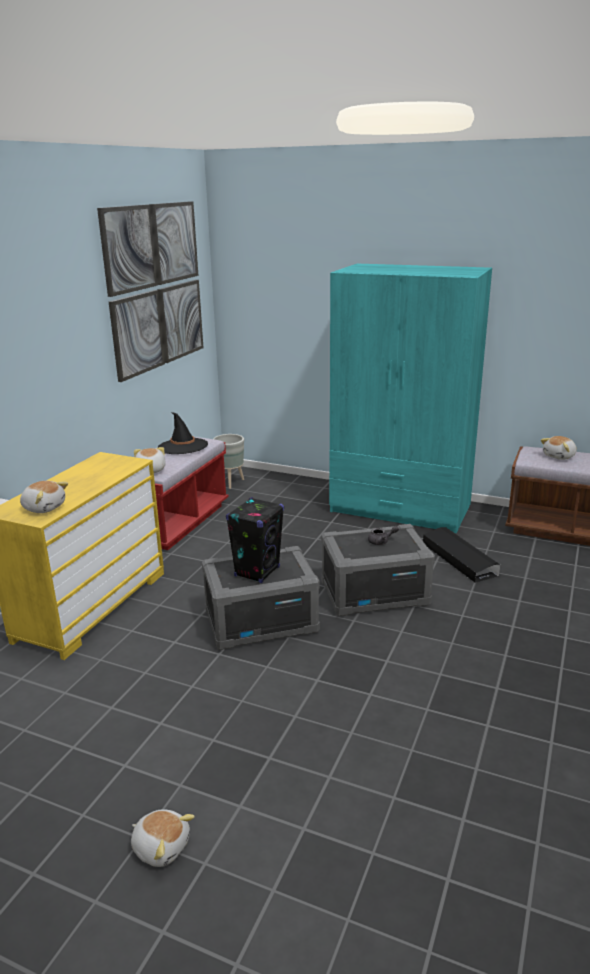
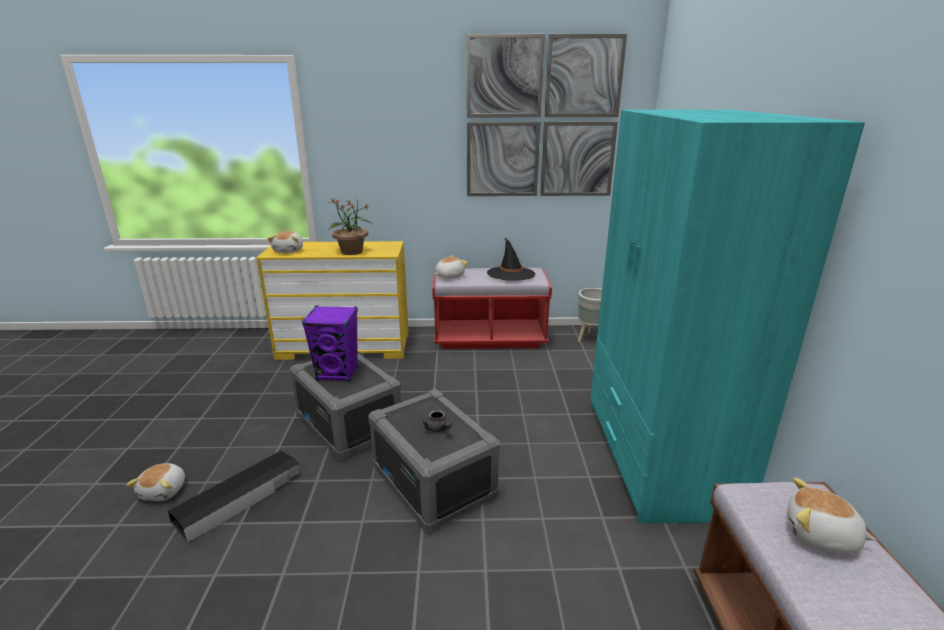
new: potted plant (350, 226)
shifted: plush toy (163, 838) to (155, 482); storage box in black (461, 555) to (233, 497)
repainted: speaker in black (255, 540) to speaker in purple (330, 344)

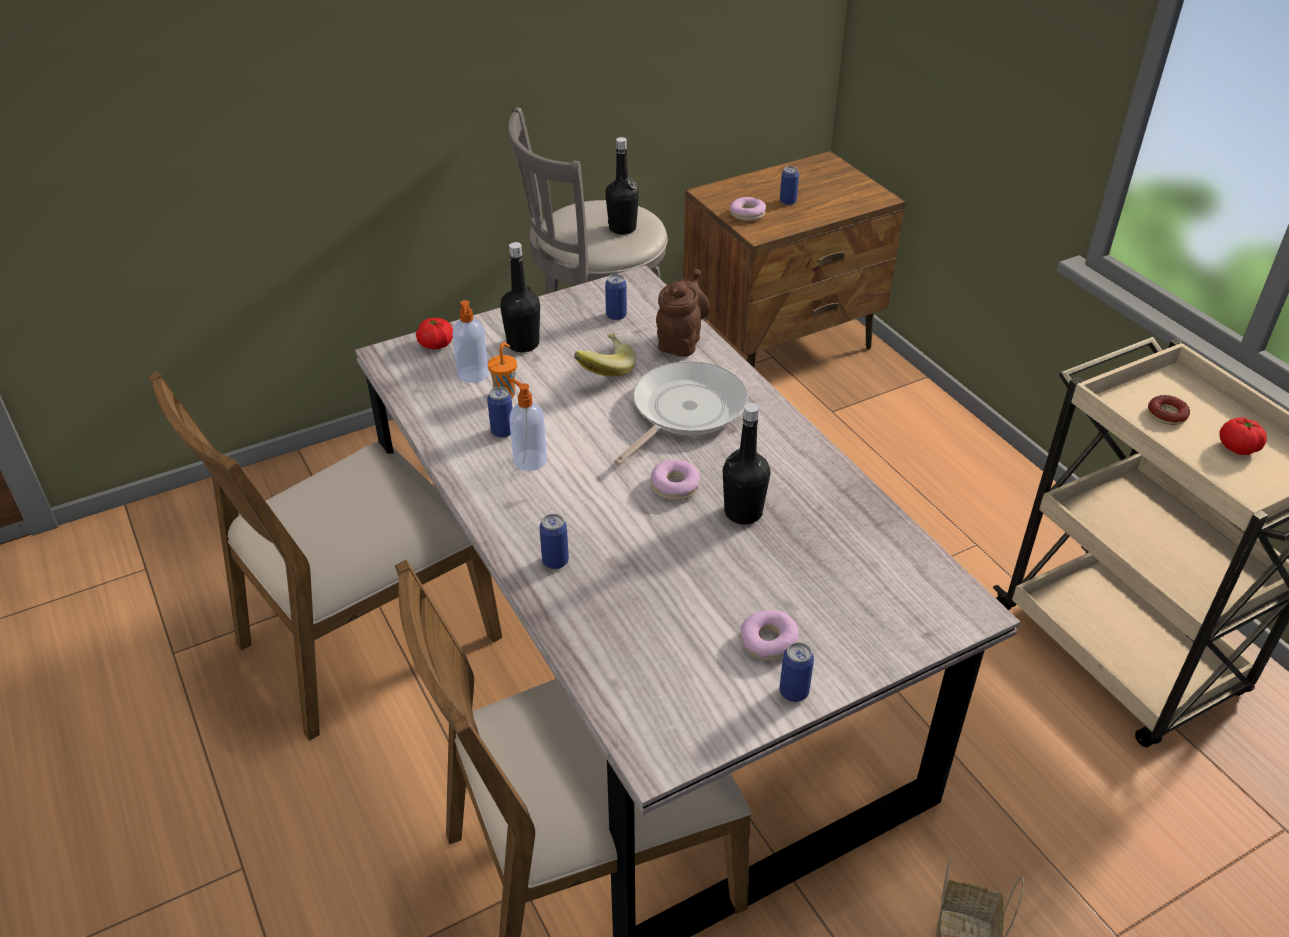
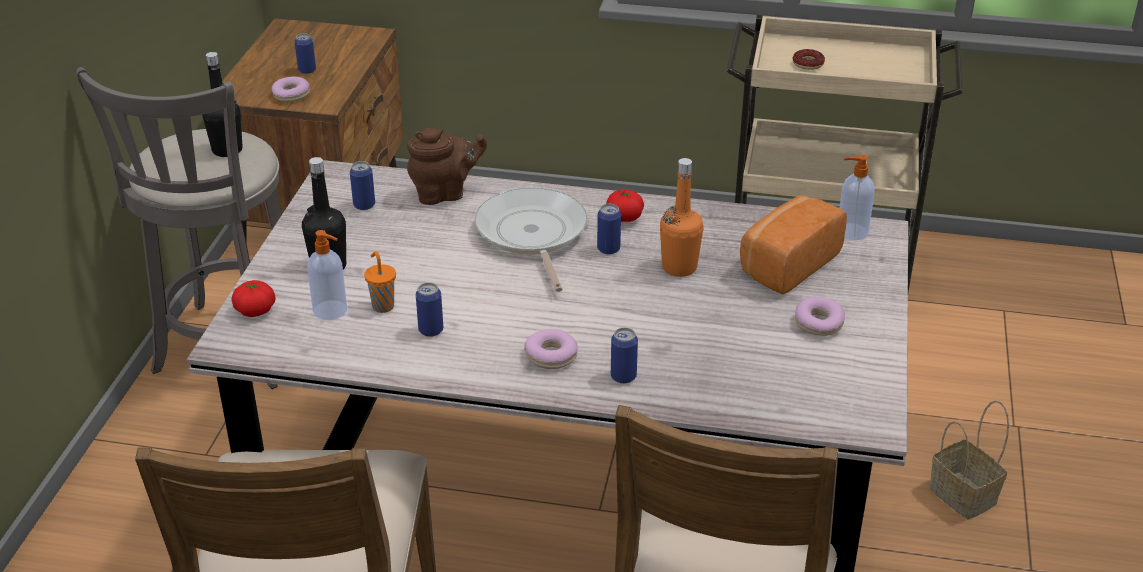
gone: banana (605, 355)
new: bread (793, 244)
shifted: soap dispenser (528, 424) to (857, 197); donut (675, 480) to (551, 349); can (796, 672) to (609, 229); tomato (1243, 436) to (625, 205)
repainted: bottle in black (746, 464) to bottle in orange (682, 217)
rotated: teapot in brown (683, 313) = (447, 166) 105 degrees clockwise

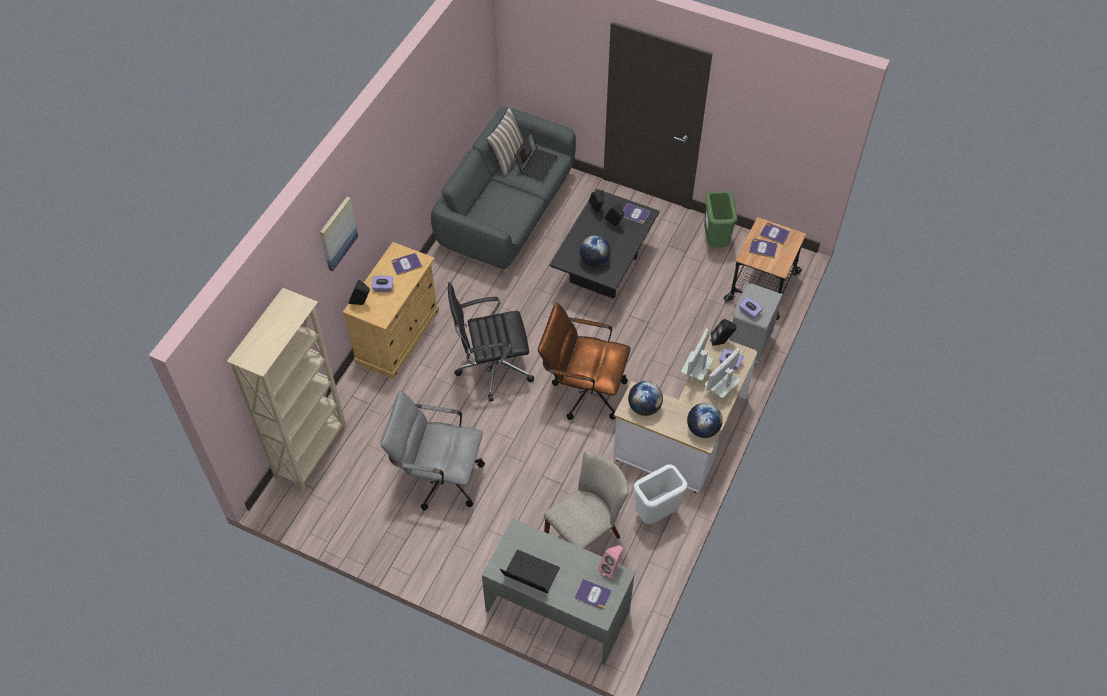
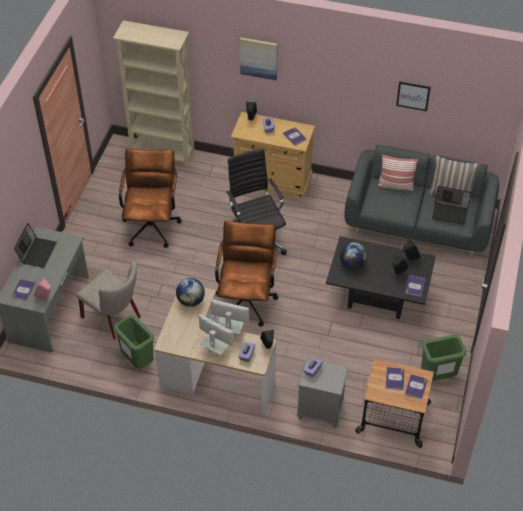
gone: globe (705, 420)
new: pillow (398, 172); picture (413, 96)
repainted: office chair in grey (432, 450) to office chair in brown (150, 198); trash can in white (660, 494) to trash can in green (134, 342)

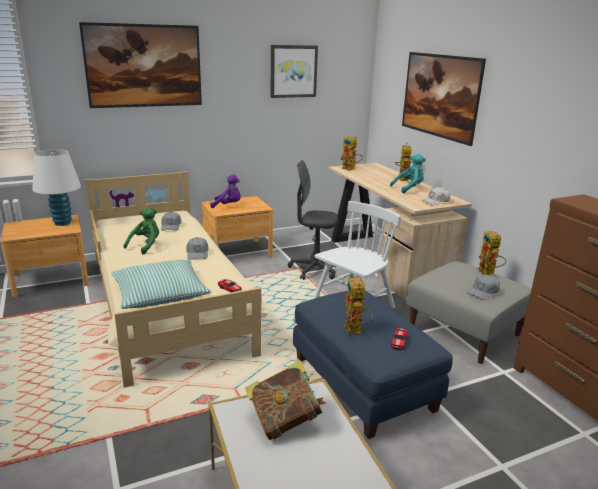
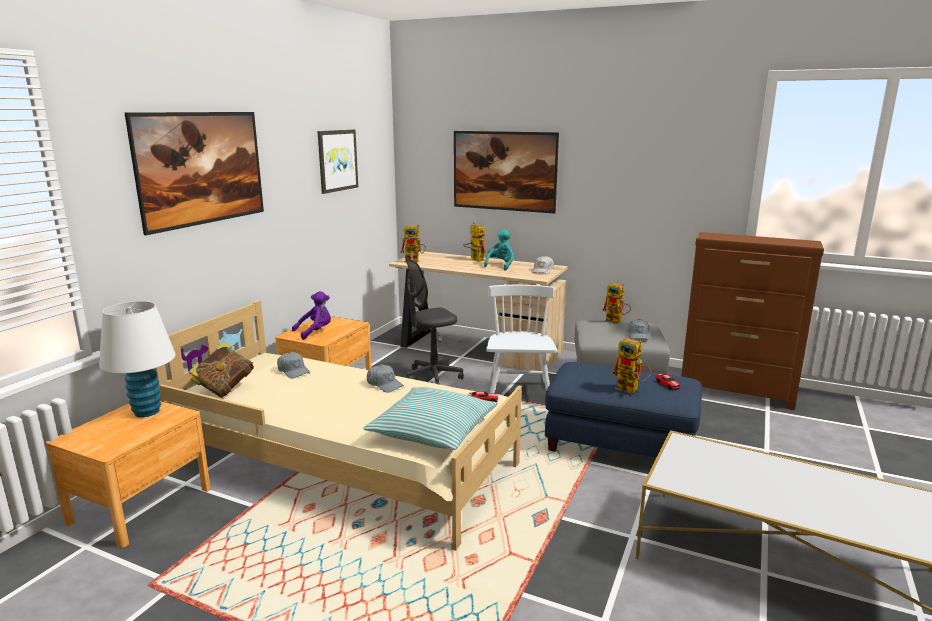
gone: plush toy in green (141, 231)
shifted: book (285, 400) to (221, 370)

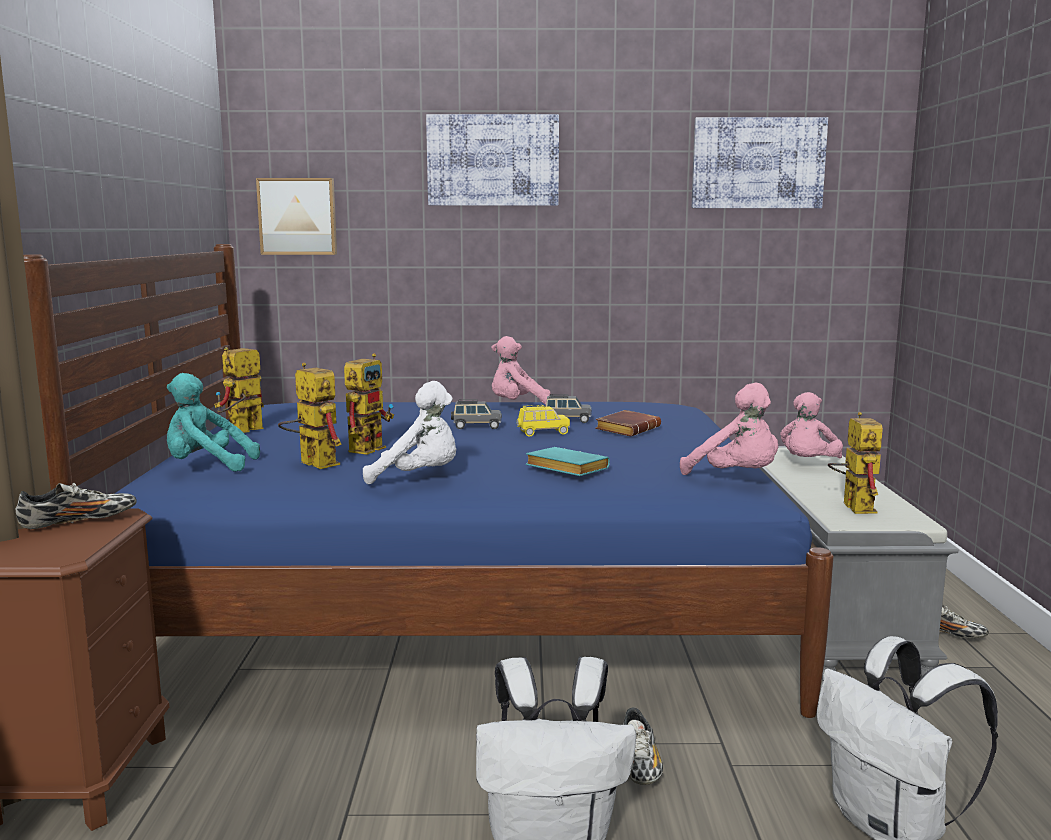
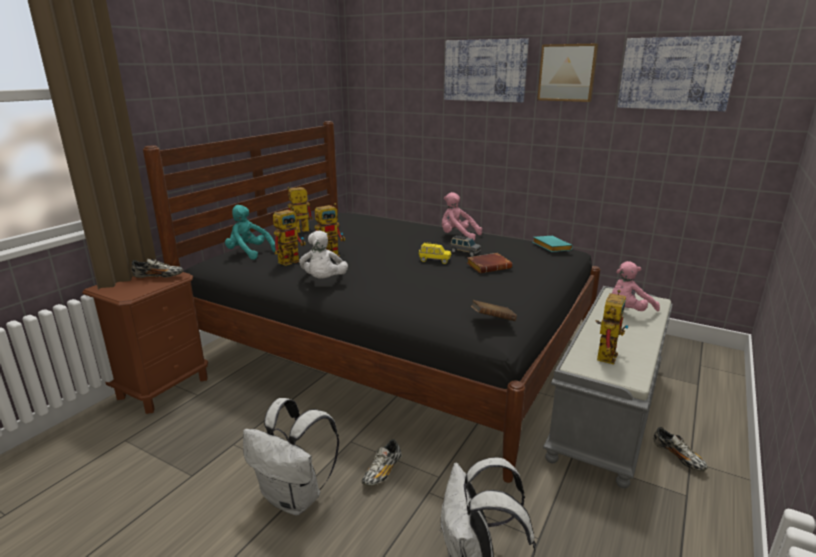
gone: toy car in grey (476, 414)
shifted: picture (296, 216) to (567, 73); book in turquoise (568, 461) to (553, 244)
swapped: plush toy in pink (729, 429) to book in brown (494, 310)
repainted: bed in blue (429, 481) to bed in black (371, 302)
rotated: toy robot (310, 415) = (289, 236) 60 degrees clockwise; plush toy in white (409, 432) = (323, 254) 45 degrees clockwise

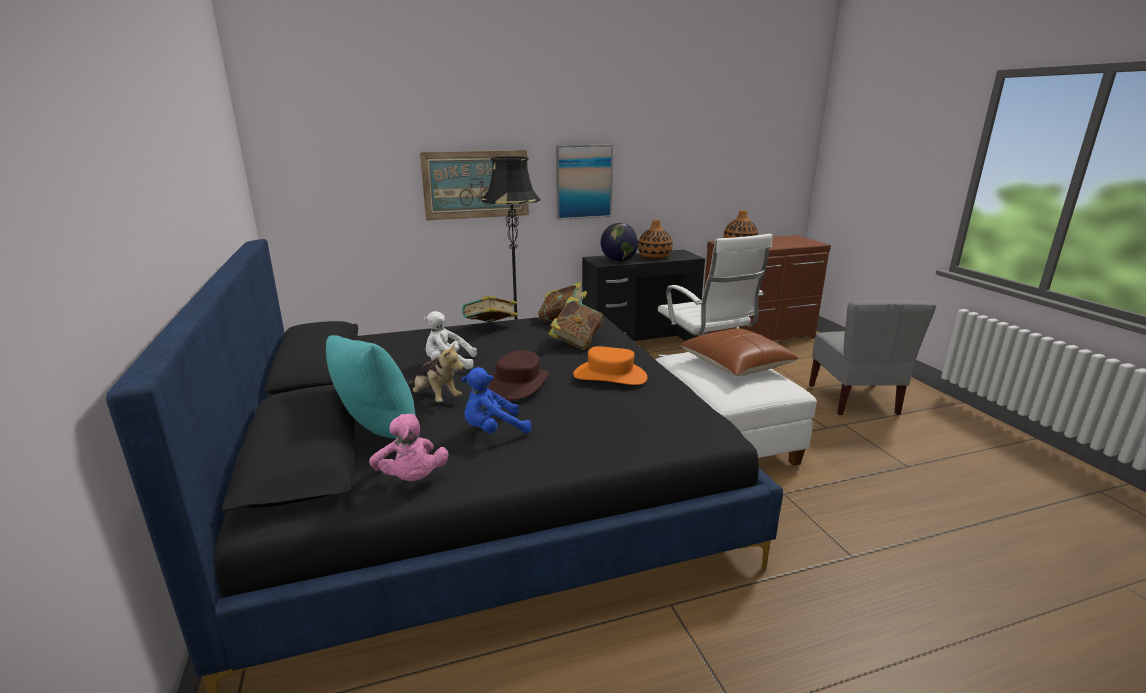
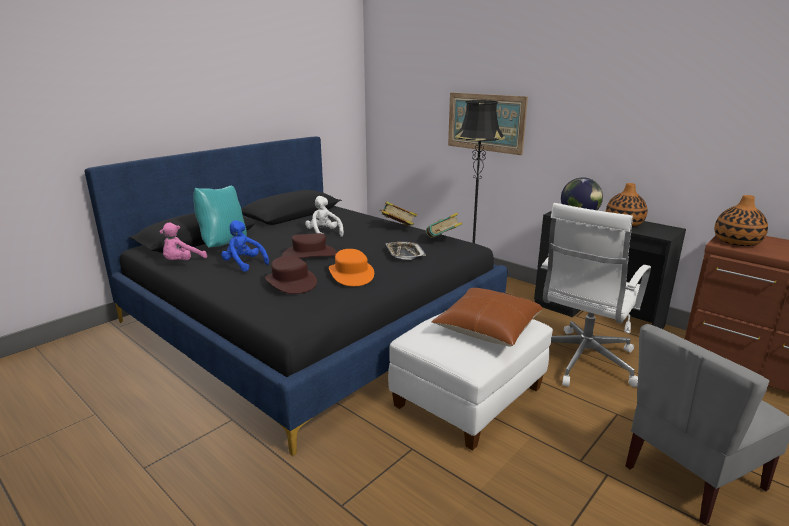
gone: plush toy (436, 372); picture (584, 182)
new: hat in brown (291, 275)
swapped: book (576, 323) to tray (406, 251)

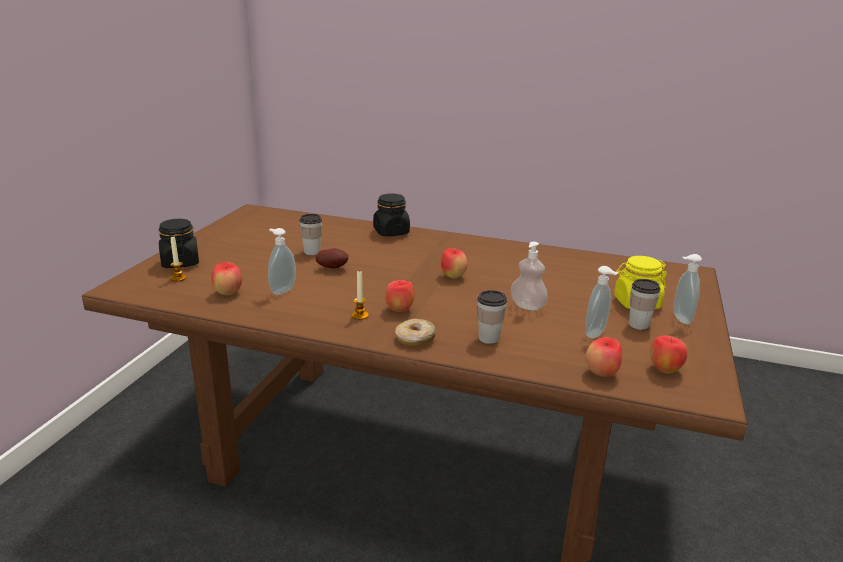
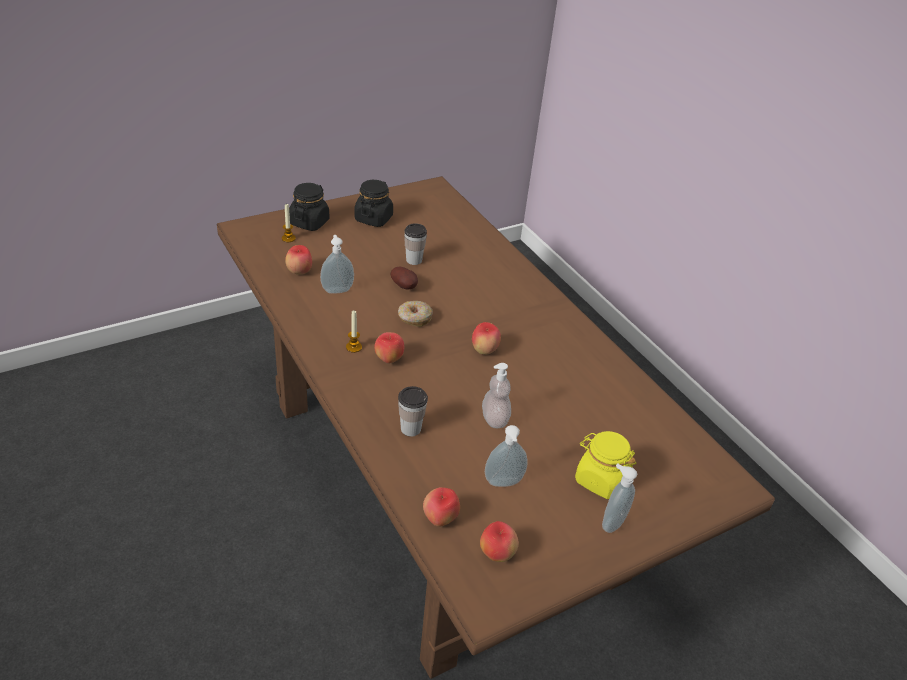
gone: cup (645, 304)
shifted: jar in black (391, 215) to (373, 203); donut (415, 332) to (415, 314)

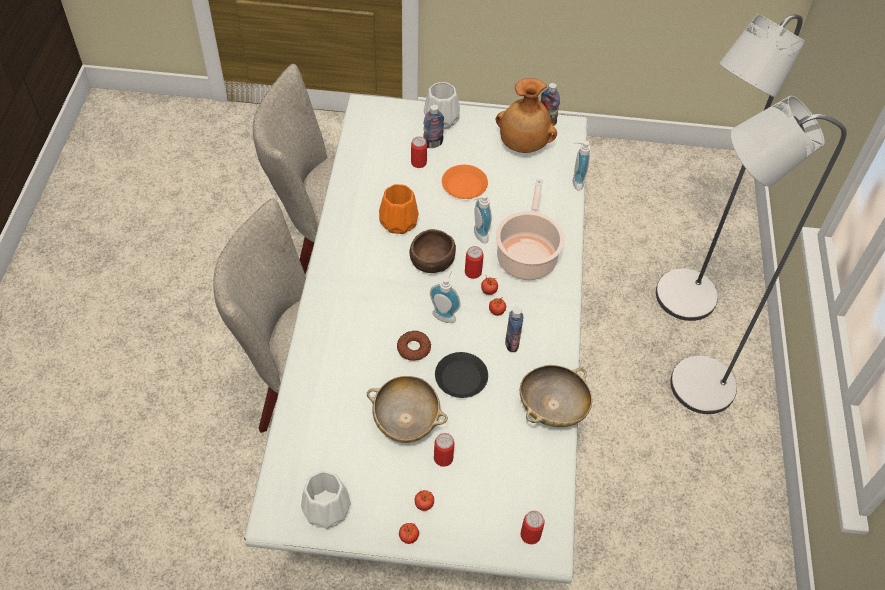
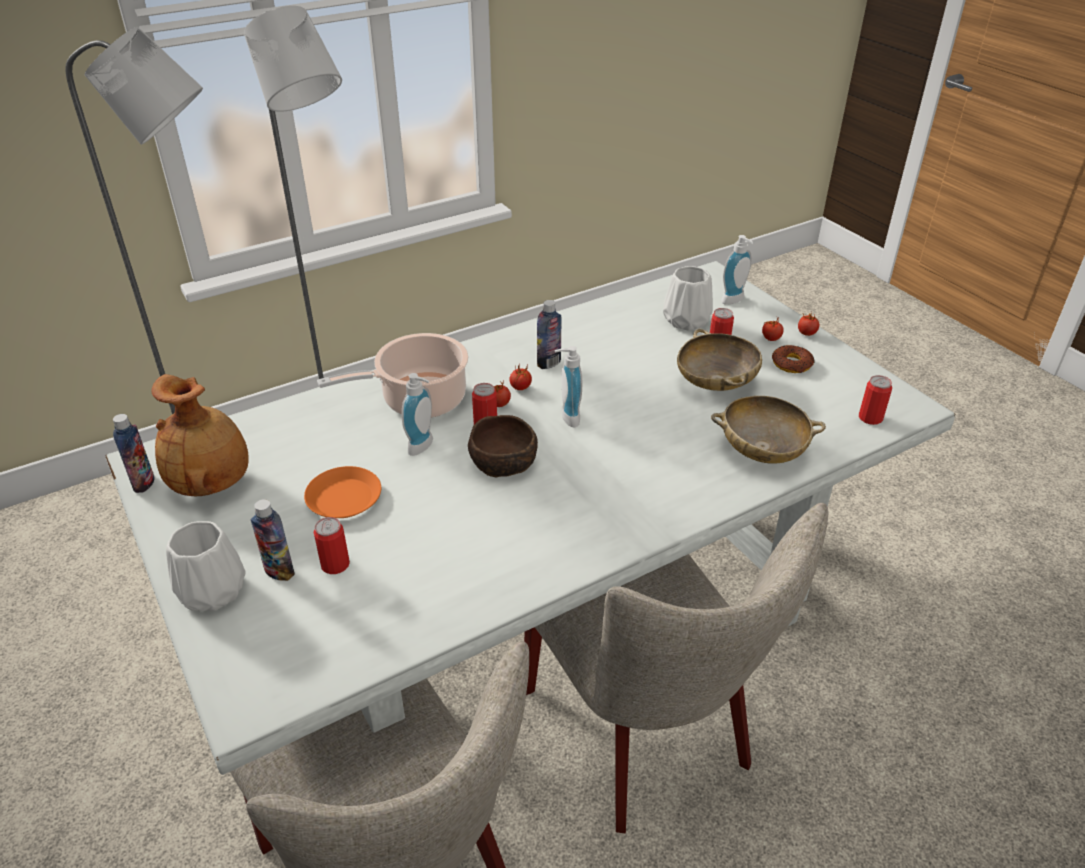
gone: vase in orange (399, 209); plate in black (461, 375)
shifted: vase in white (326, 500) to (688, 298); donut (414, 346) to (793, 359); bowl in beige (556, 396) to (768, 430); can (533, 527) to (875, 400); soap dispenser (581, 166) to (737, 270)

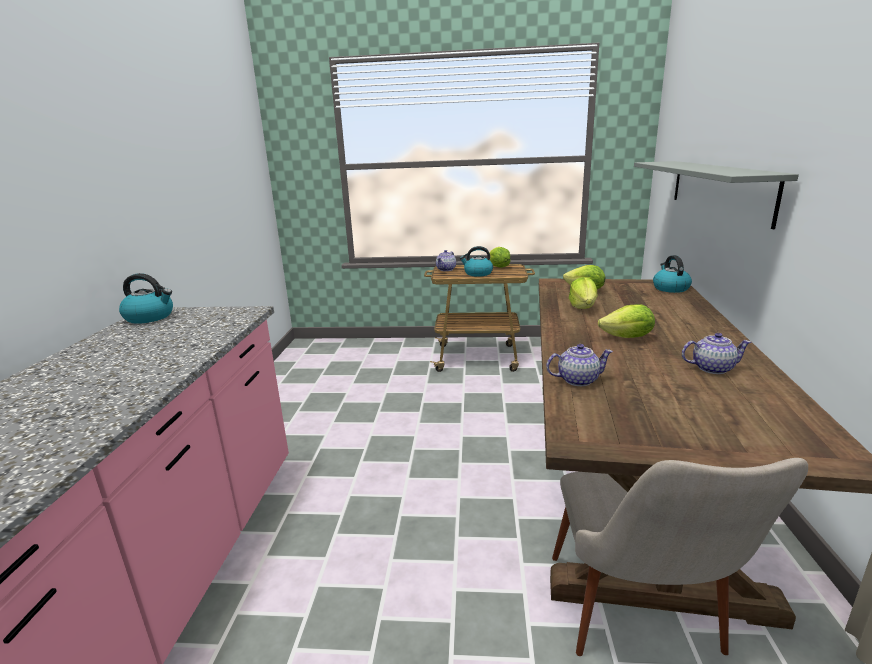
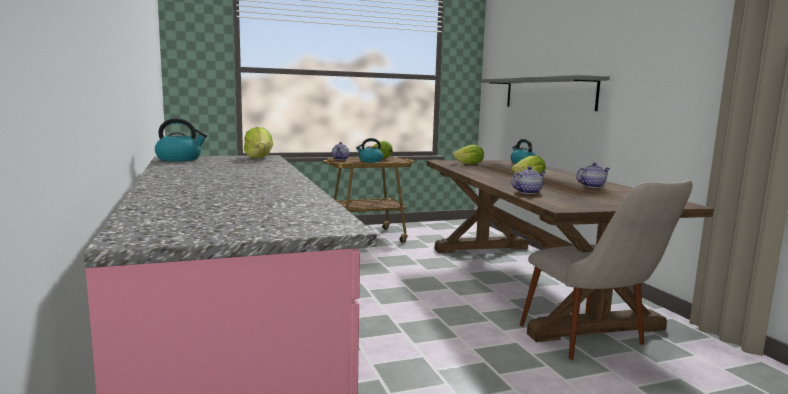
shifted: lettuce (583, 293) to (258, 143)

